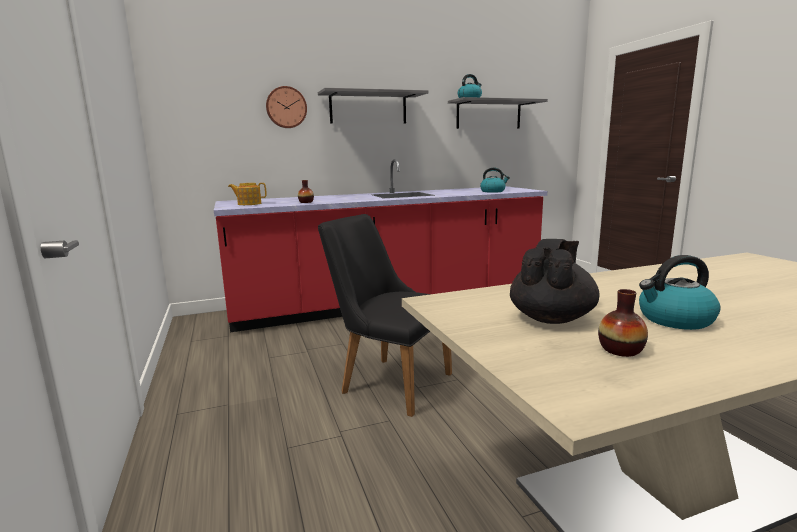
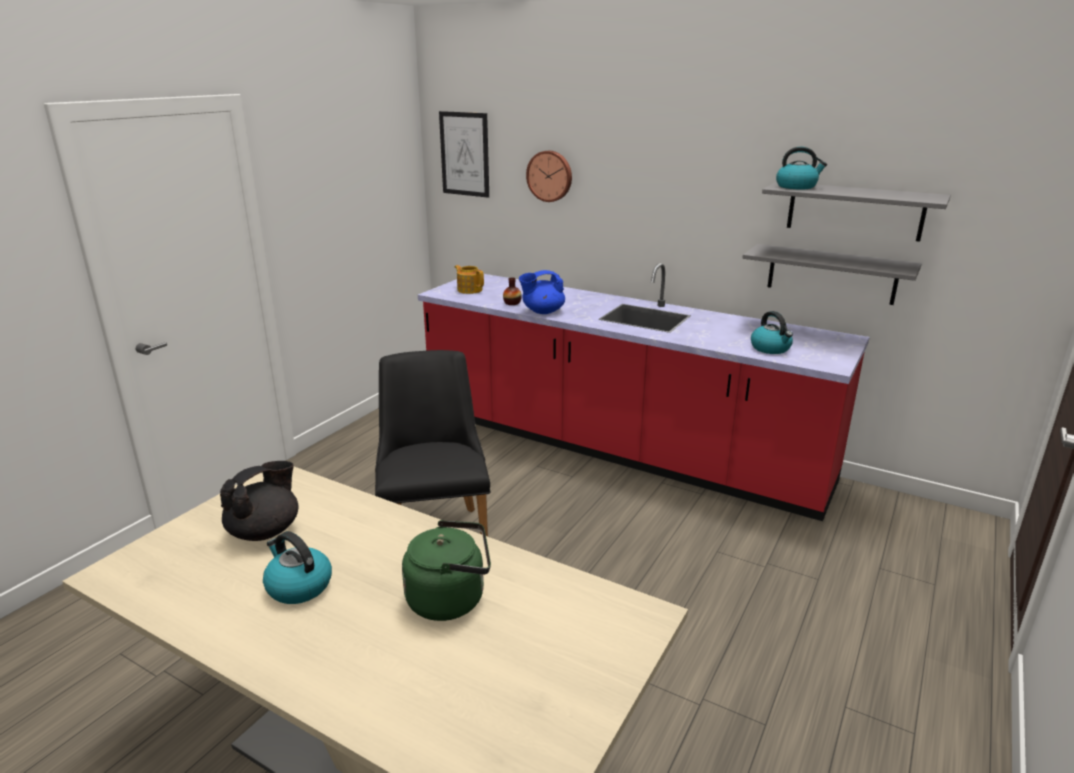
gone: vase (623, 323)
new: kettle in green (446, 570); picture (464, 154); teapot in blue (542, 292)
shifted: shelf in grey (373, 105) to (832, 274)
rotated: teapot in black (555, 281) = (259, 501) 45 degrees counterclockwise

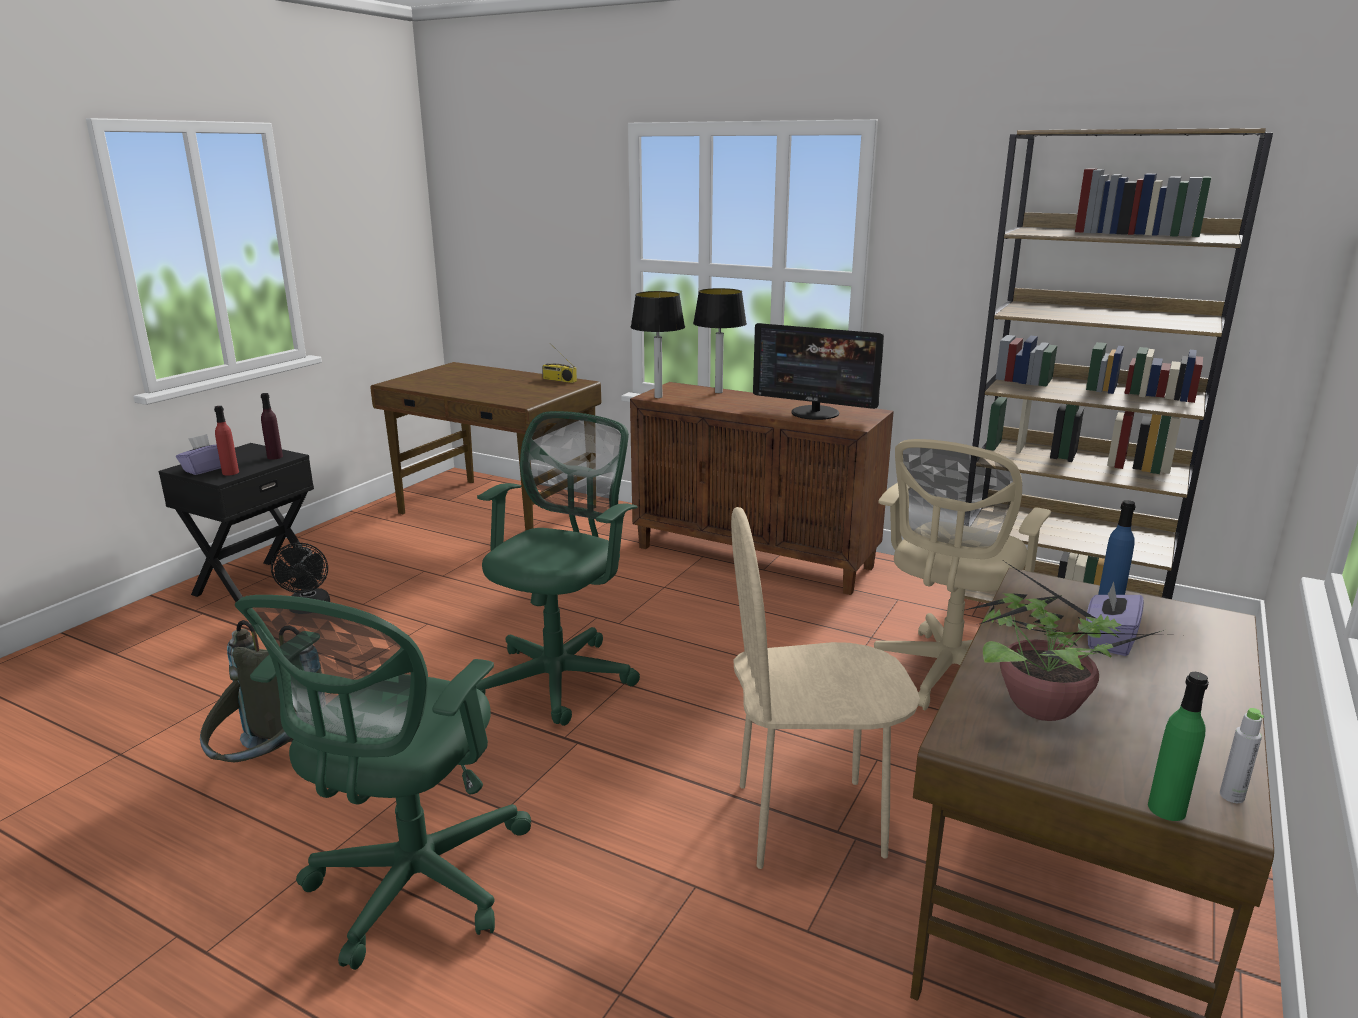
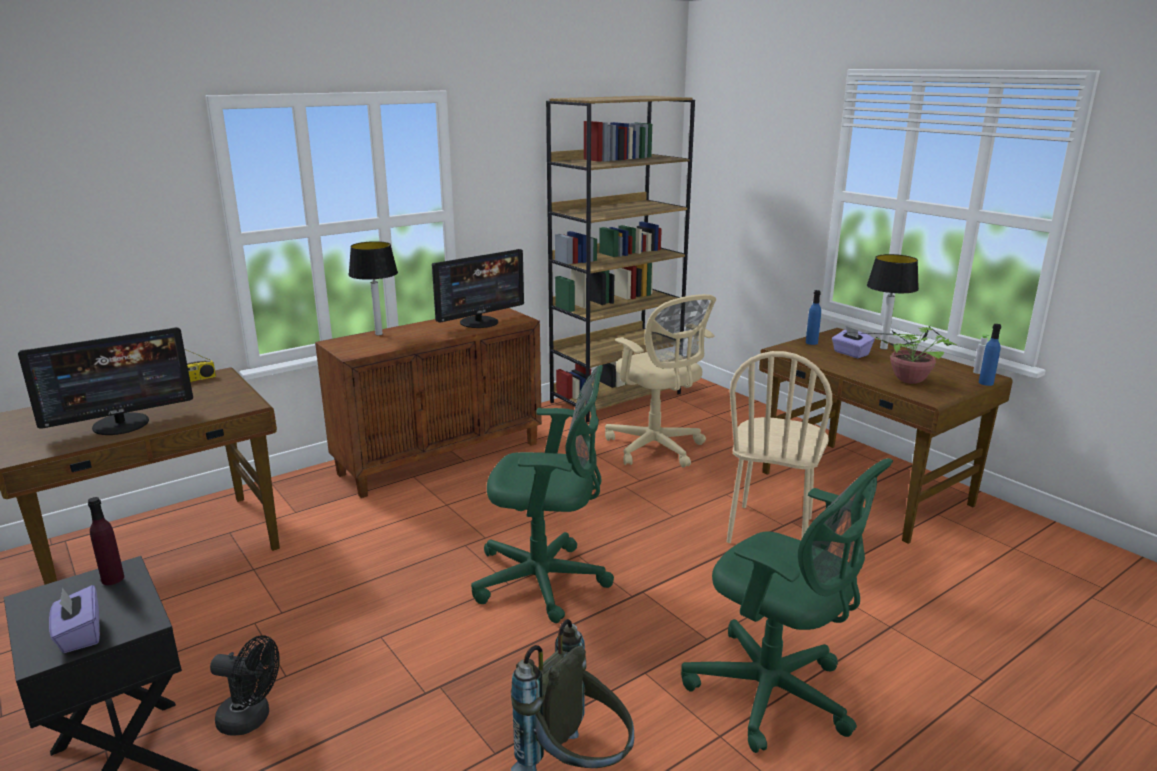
gone: bottle in red (226, 441)
new: monitor (105, 381)
shifted: table lamp (658, 344) to (893, 301)
repainted: bottle in green (1178, 746) to bottle in blue (990, 355)
rotated: office chair in green (558, 568) = (542, 494) 135 degrees clockwise

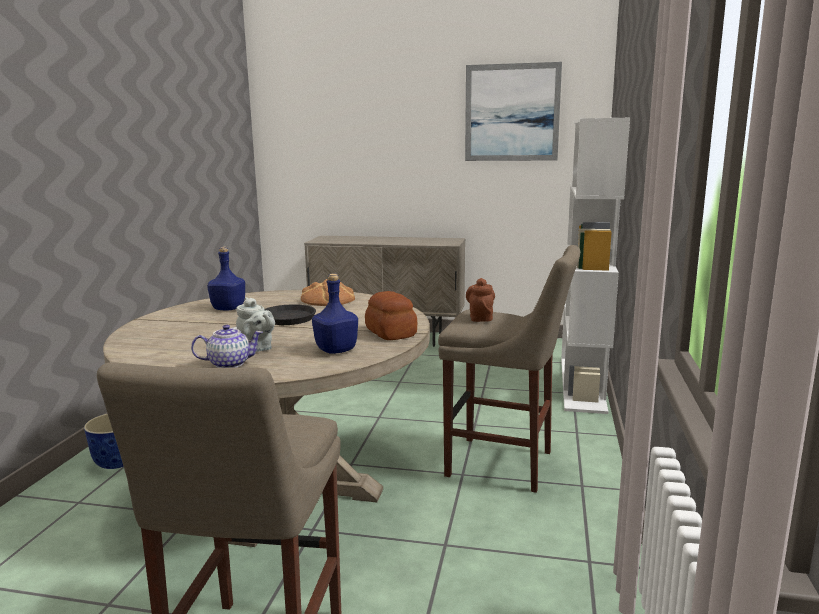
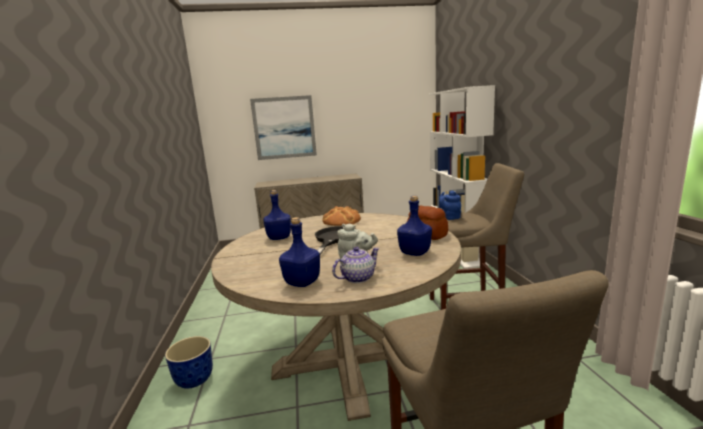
new: bottle in blue (299, 252)
shifted: picture (513, 111) to (283, 127)
repainted: teapot in brown (480, 300) to teapot in blue (450, 205)

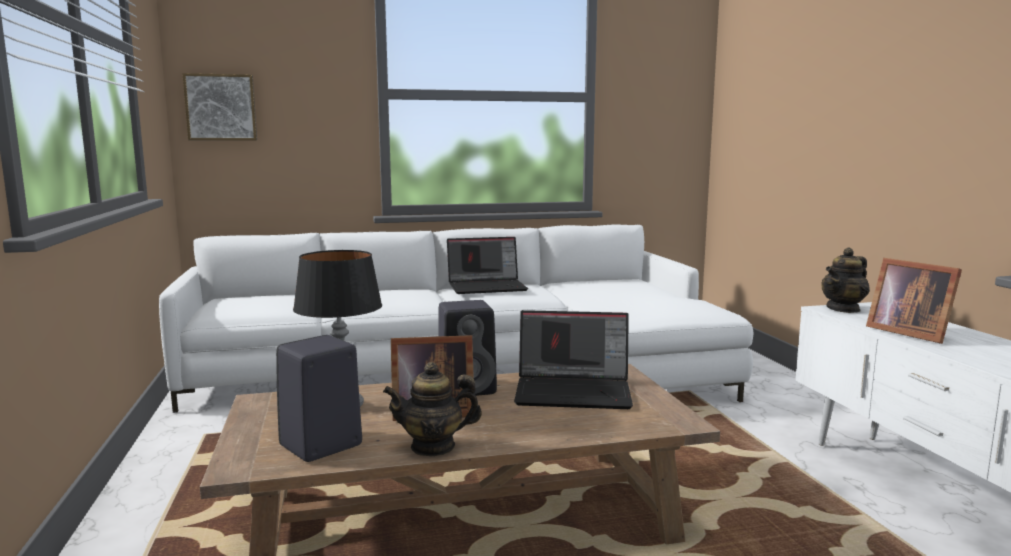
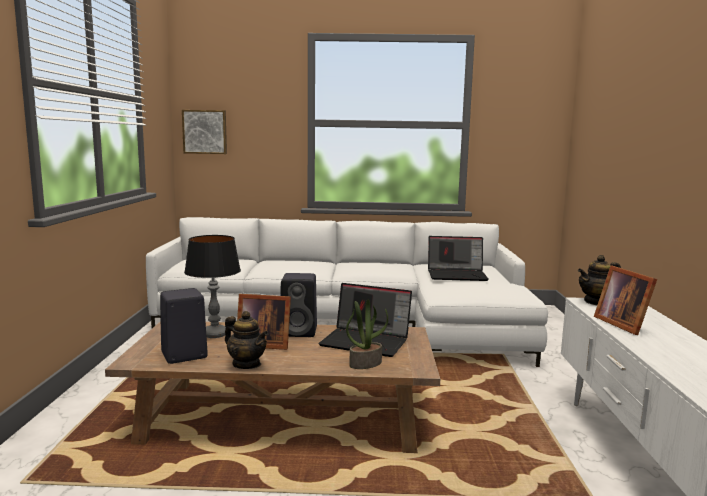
new: potted plant (367, 334)
shifted: laptop (487, 265) to (458, 258)
rotated: teapot (432, 409) = (246, 340) 150 degrees counterclockwise

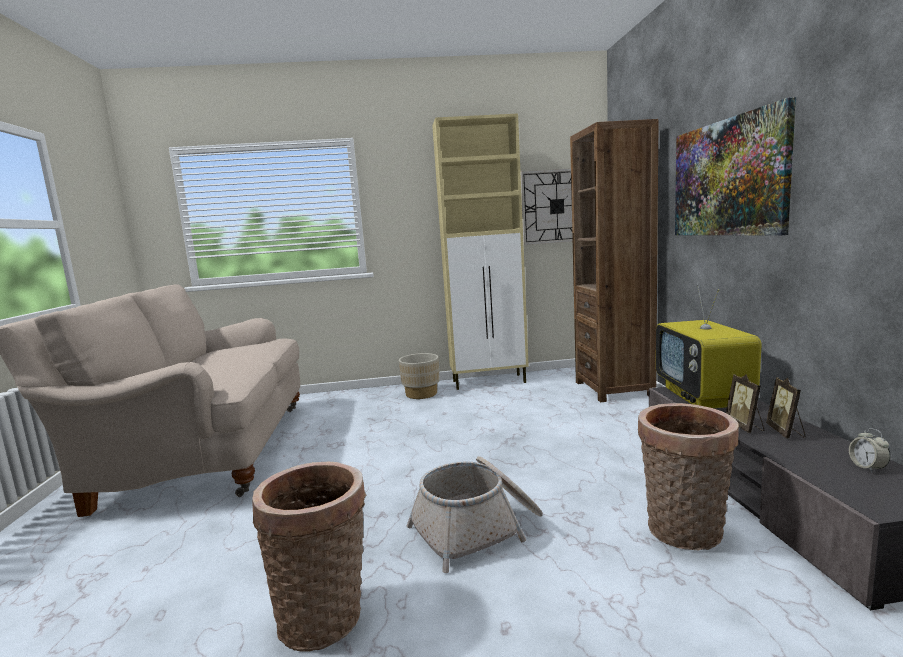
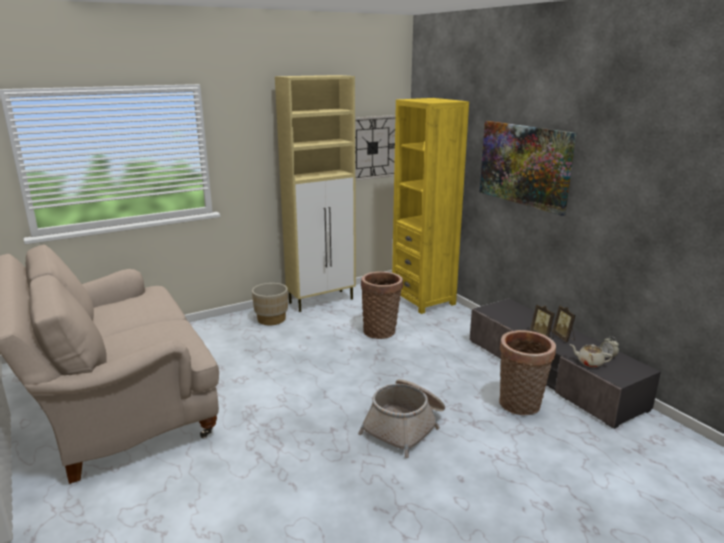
gone: television (709, 346)
new: teapot in beige (591, 355)
shifted: basket (309, 557) to (382, 305)
repainted: bookcase in brown (614, 261) to bookcase in yellow (430, 206)

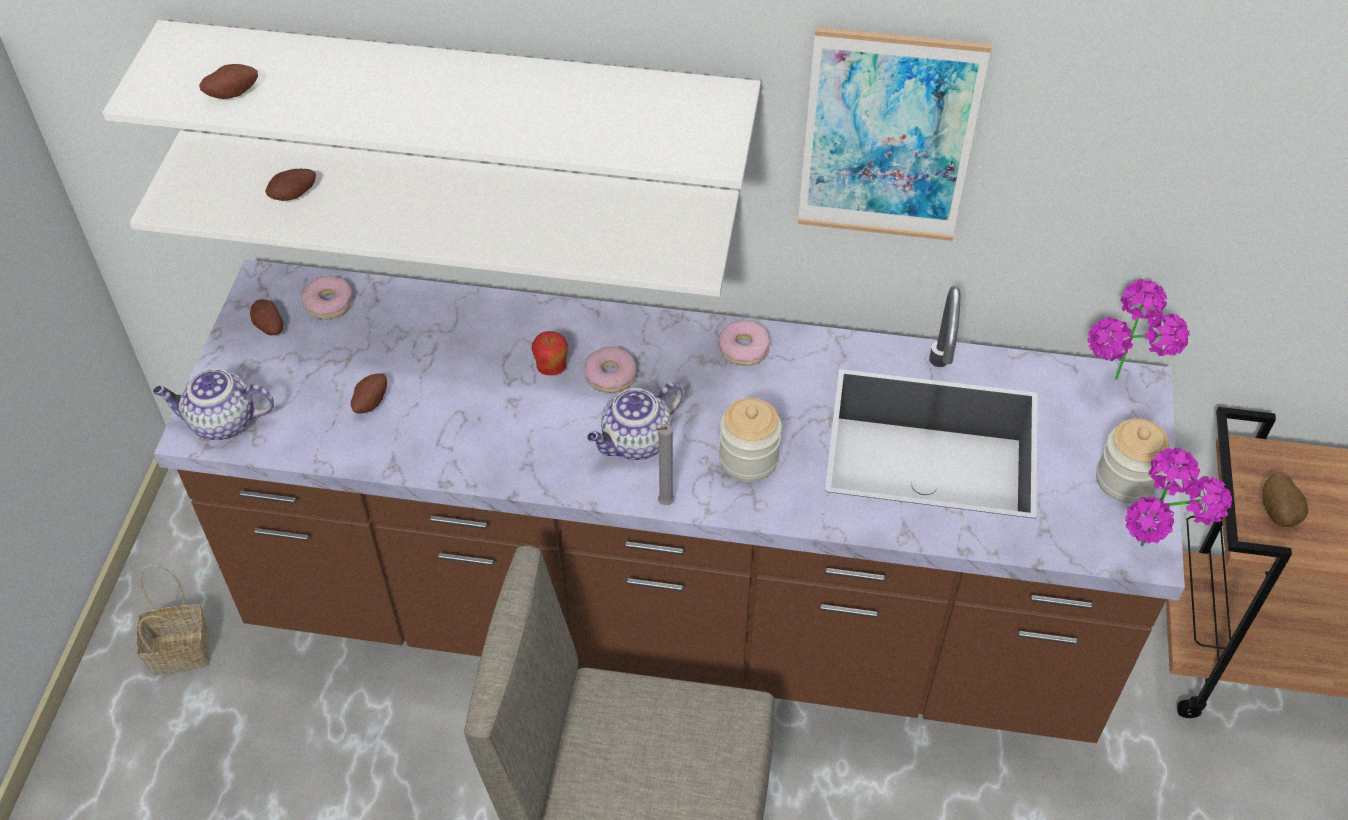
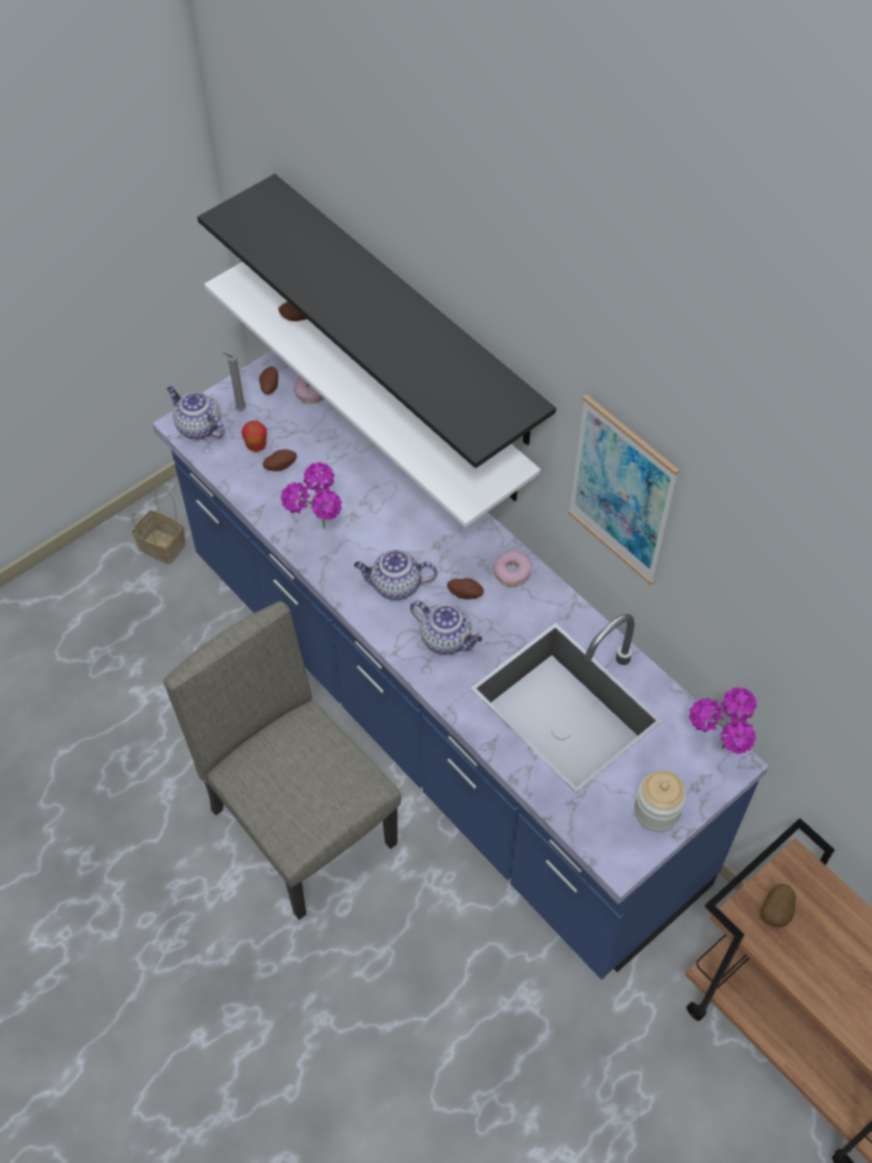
gone: donut (610, 369)
shifted: potato (228, 81) to (465, 588); apple (549, 353) to (254, 436); candle in grey (665, 464) to (234, 381); potted plant (1178, 496) to (311, 495)
swapped: jar (750, 440) to teapot (446, 628)
repainted: shelf in white (431, 104) to shelf in black (376, 321); counter in brown (669, 501) to counter in blue (460, 665)

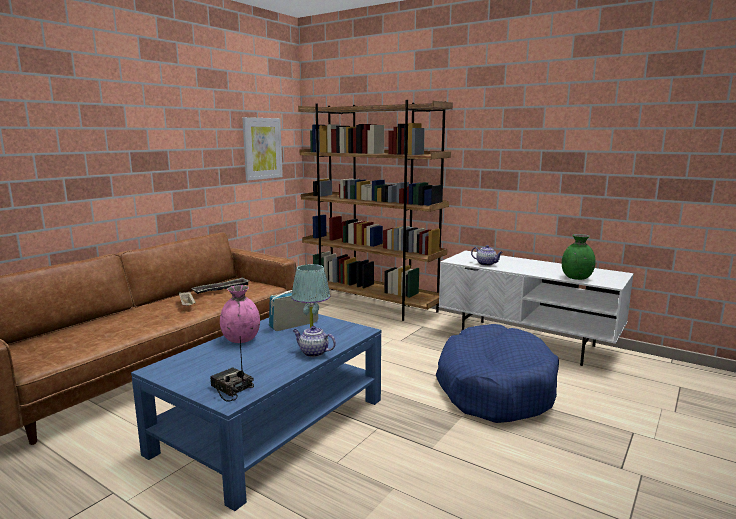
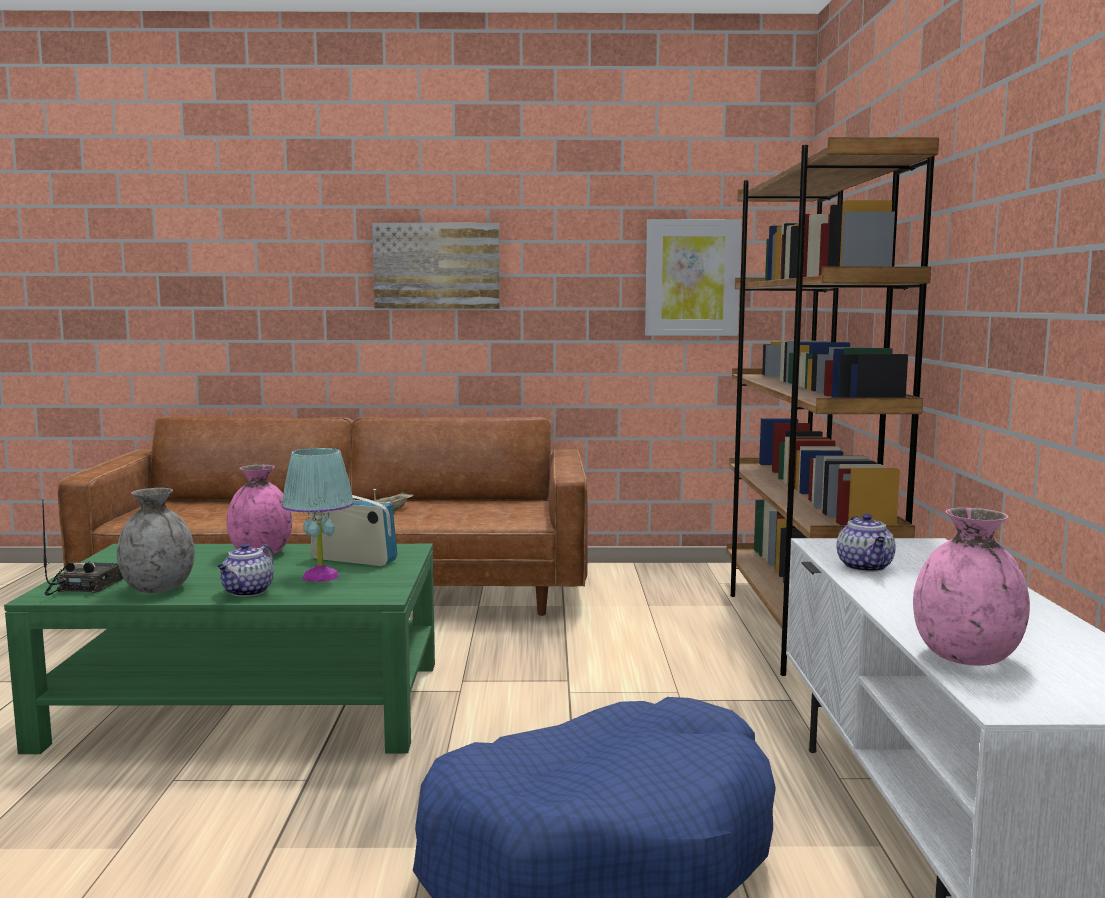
gone: tray (220, 285)
new: vase in grey (156, 540); picture (436, 266)
repainted: coffee table in blue (256, 412) to coffee table in green (219, 649); vase in green (579, 257) to vase in pink (971, 587)
rotated: teapot (314, 341) = (245, 570) 150 degrees counterclockwise

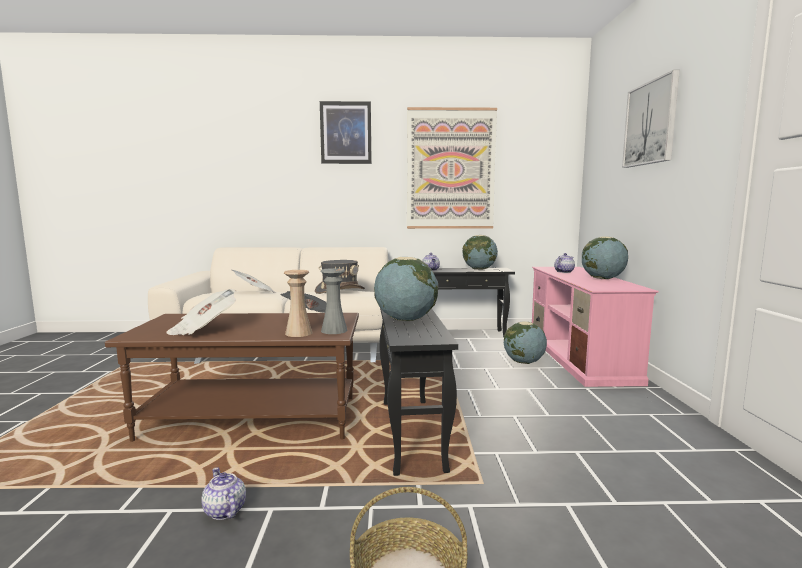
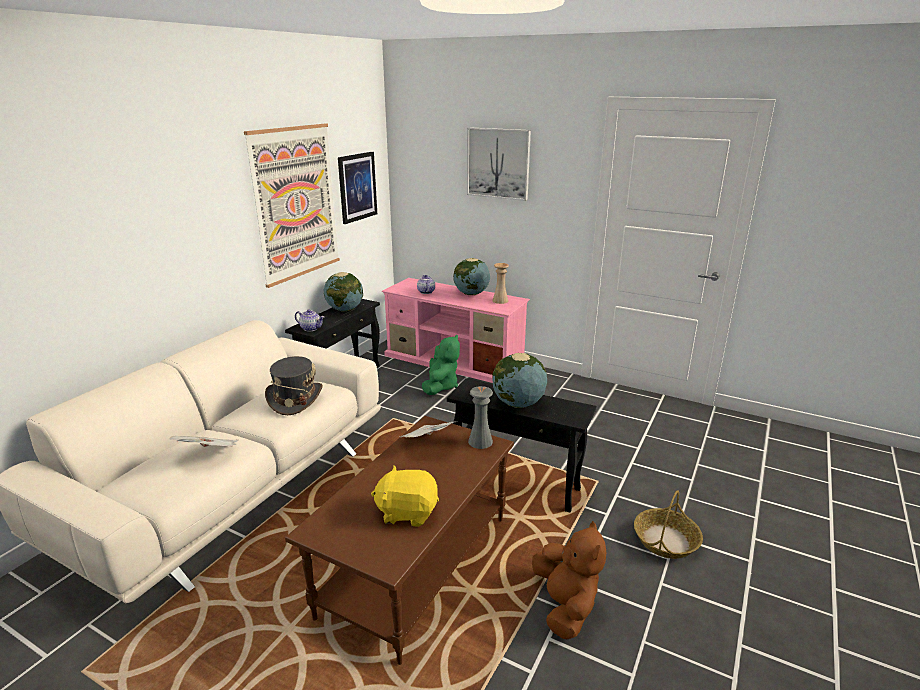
shifted: vase in beige (298, 303) to (500, 283); picture (346, 132) to (357, 188)
swapped: newspaper (201, 312) to plush toy in yellow (405, 496); teapot (223, 493) to plush toy in brown (569, 580); globe (525, 342) to plush toy in green (441, 365)

